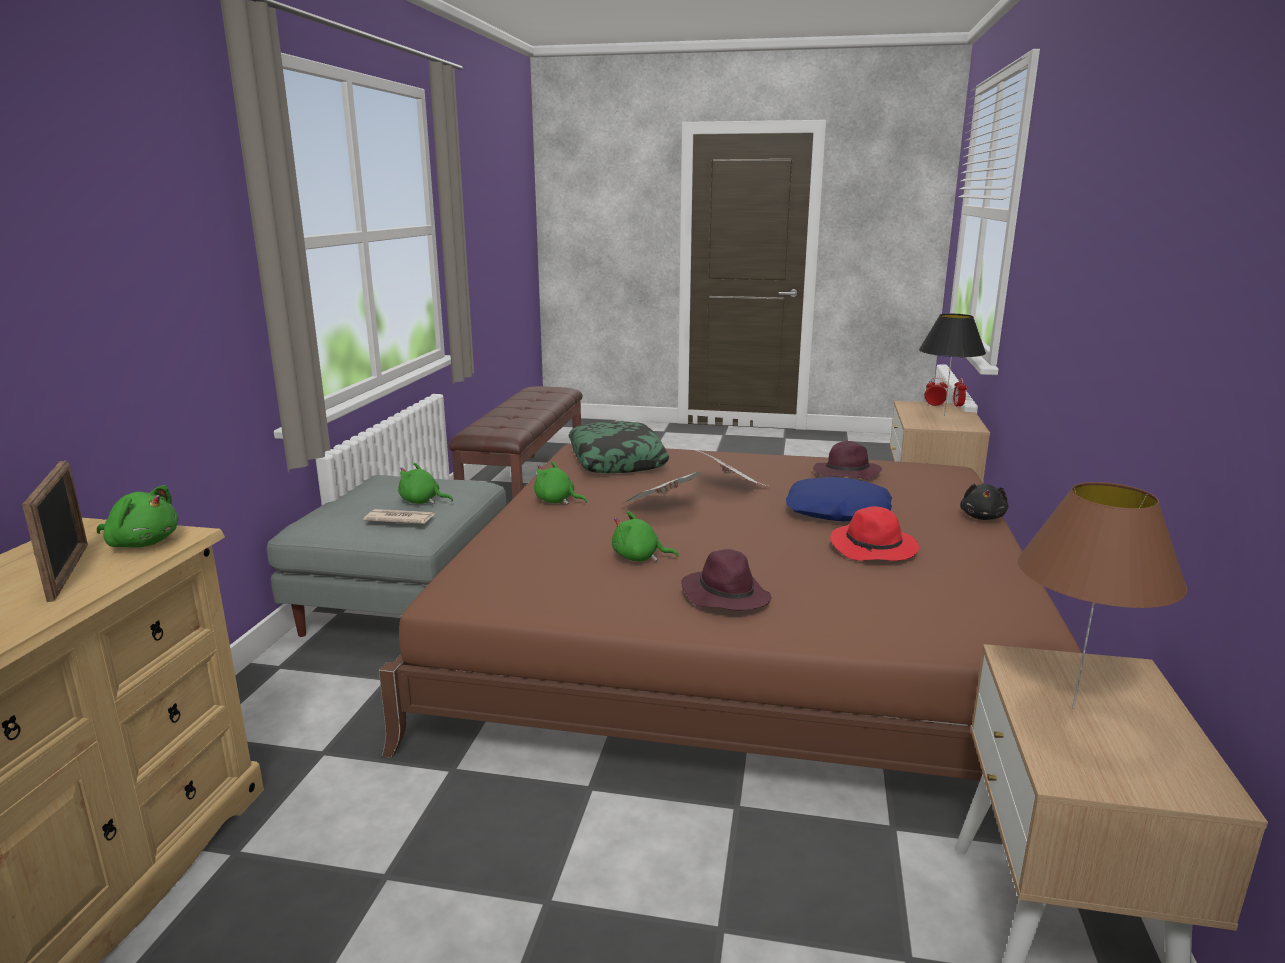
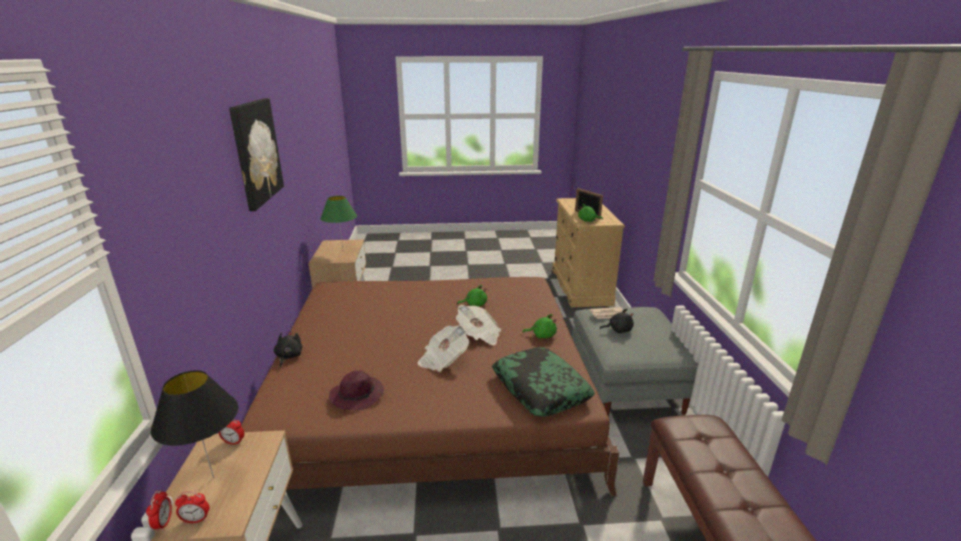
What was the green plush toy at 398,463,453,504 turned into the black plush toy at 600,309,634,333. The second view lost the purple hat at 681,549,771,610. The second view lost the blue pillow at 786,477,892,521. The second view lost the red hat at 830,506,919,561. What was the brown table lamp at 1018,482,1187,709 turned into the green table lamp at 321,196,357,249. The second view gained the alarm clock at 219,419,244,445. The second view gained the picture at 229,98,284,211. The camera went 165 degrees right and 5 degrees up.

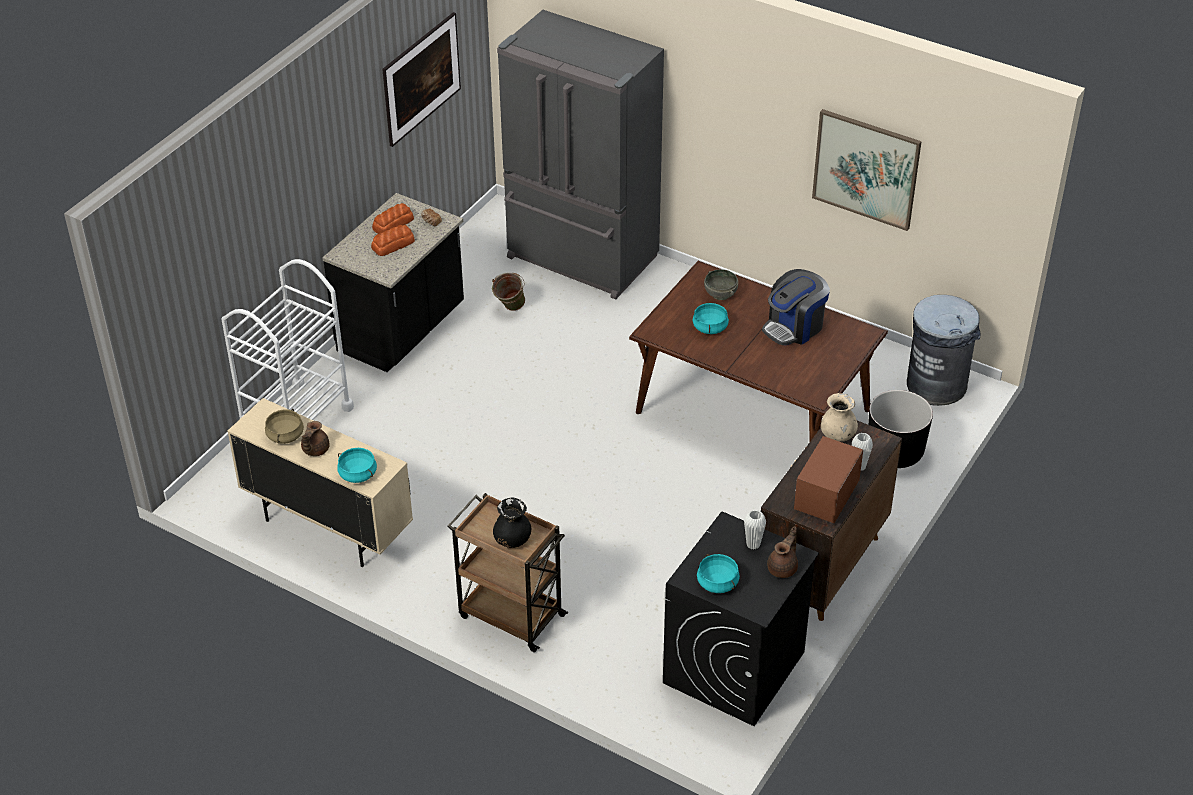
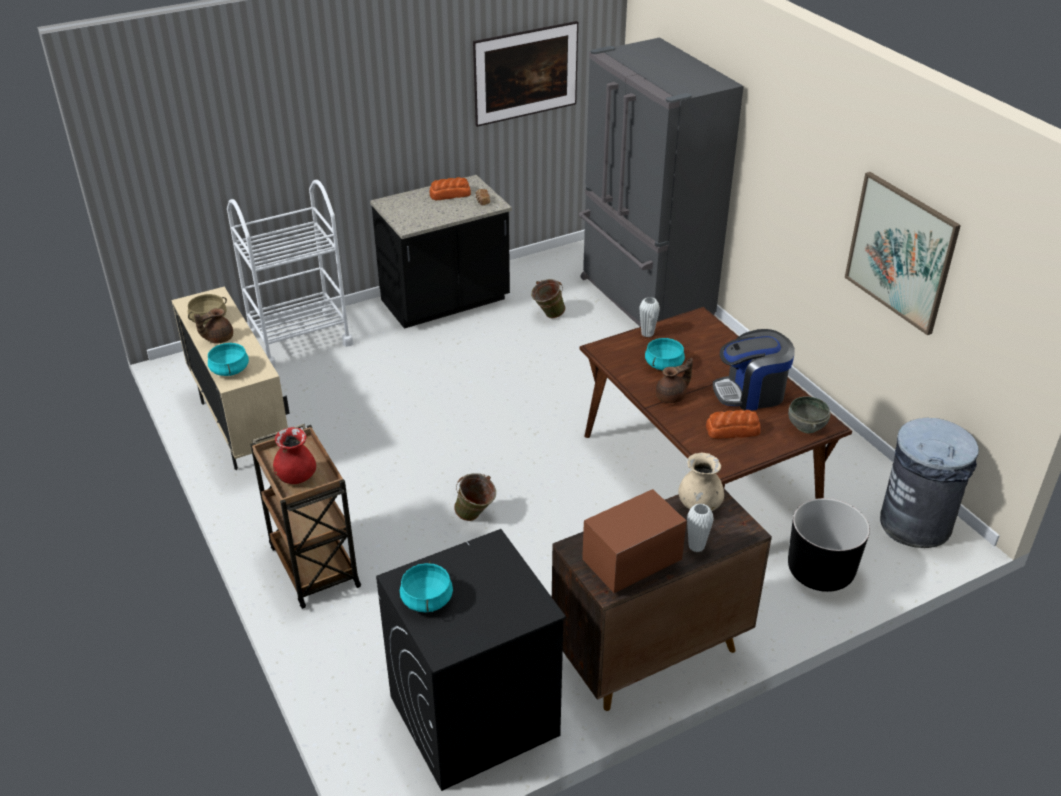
The bread ended up elsewhere, having gone from 371,225,415,256 to 706,410,761,439. What was the black vase at 493,497,531,548 turned into the red vase at 273,427,316,484. The grey bowl ended up elsewhere, having gone from 704,269,738,300 to 788,396,831,433. The white vase ended up elsewhere, having gone from 744,510,766,550 to 640,297,660,337. The brown teapot ended up elsewhere, having gone from 767,526,798,578 to 656,358,693,403. The second view gained the green bucket at 454,473,496,521. The camera went 30 degrees right and 5 degrees down.

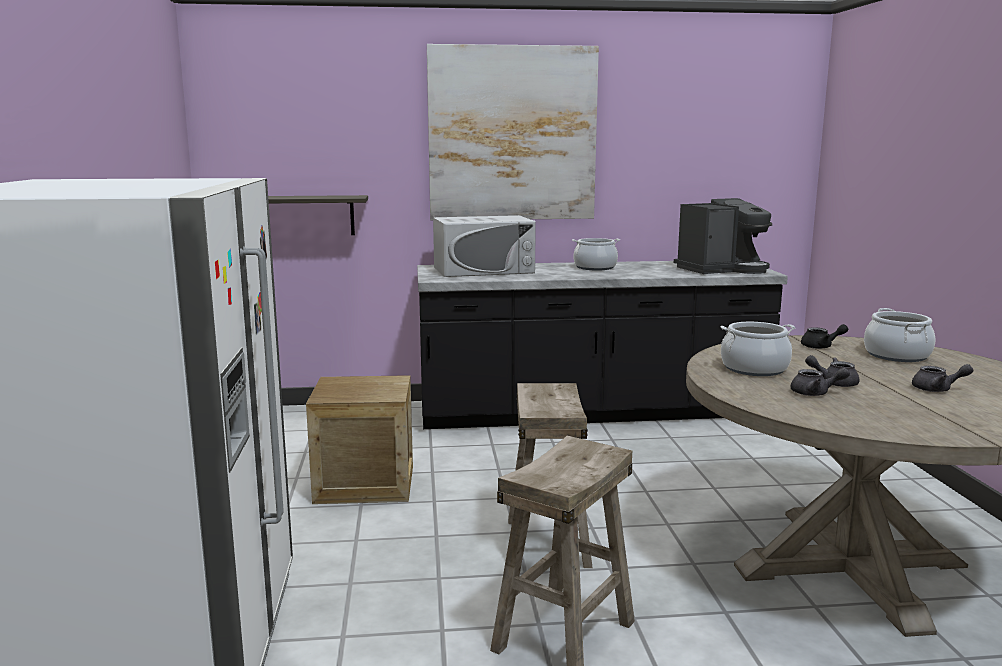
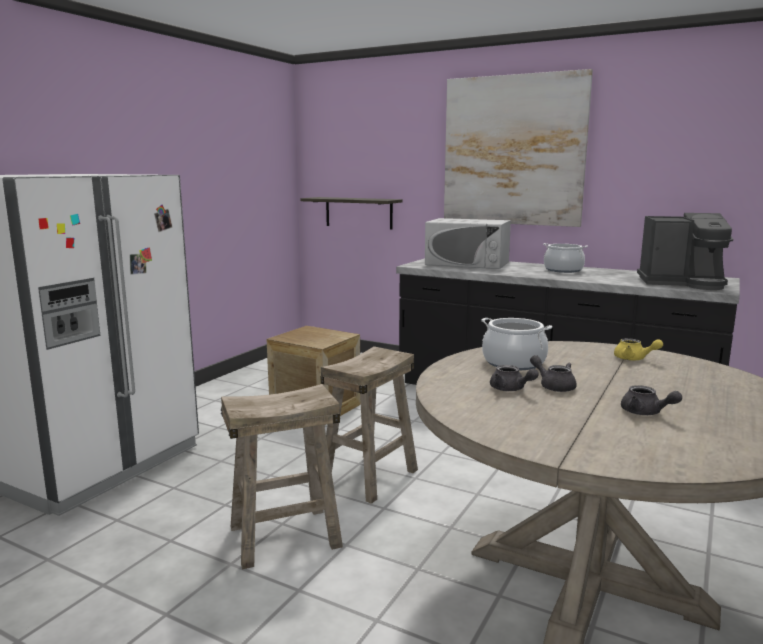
What was the black teapot at 801,324,848,349 turned into the yellow teapot at 614,338,663,361. The second view lost the cooking pot at 864,308,935,362. The camera went 35 degrees right and 0 degrees up.

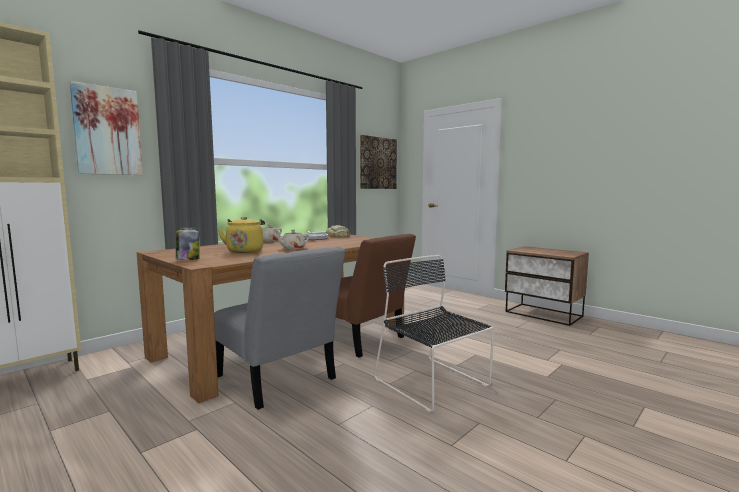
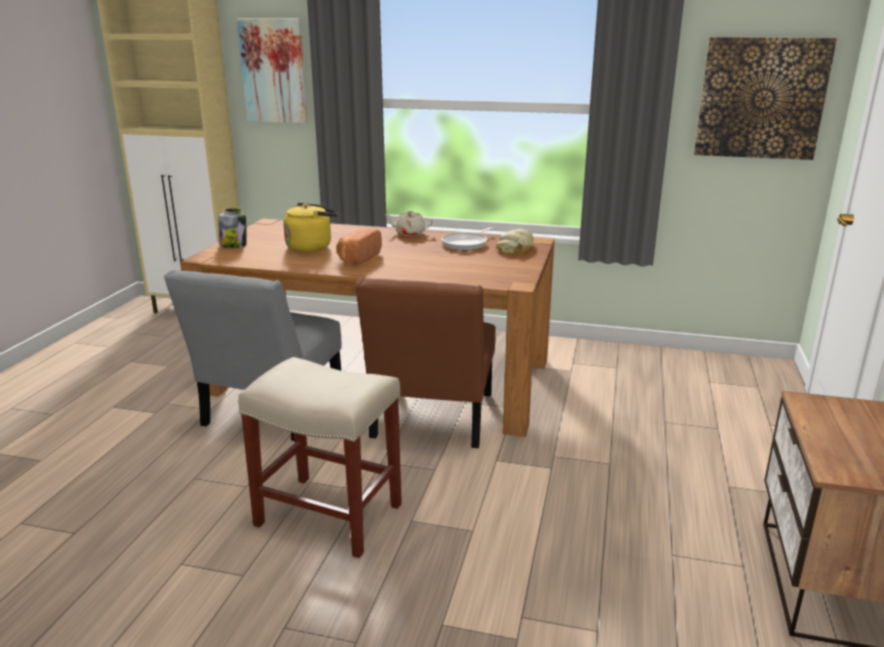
Where the beige teapot stood at 275,230,309,249, the bread came to stand at 336,228,382,265. Where the black chair stood at 374,255,494,412, the beige stool came to stand at 238,357,402,558. The camera went 60 degrees right and 15 degrees up.

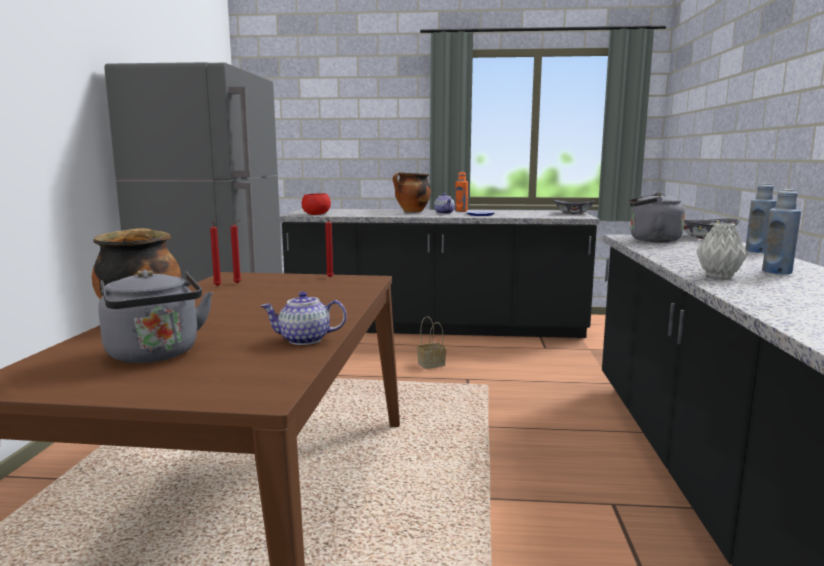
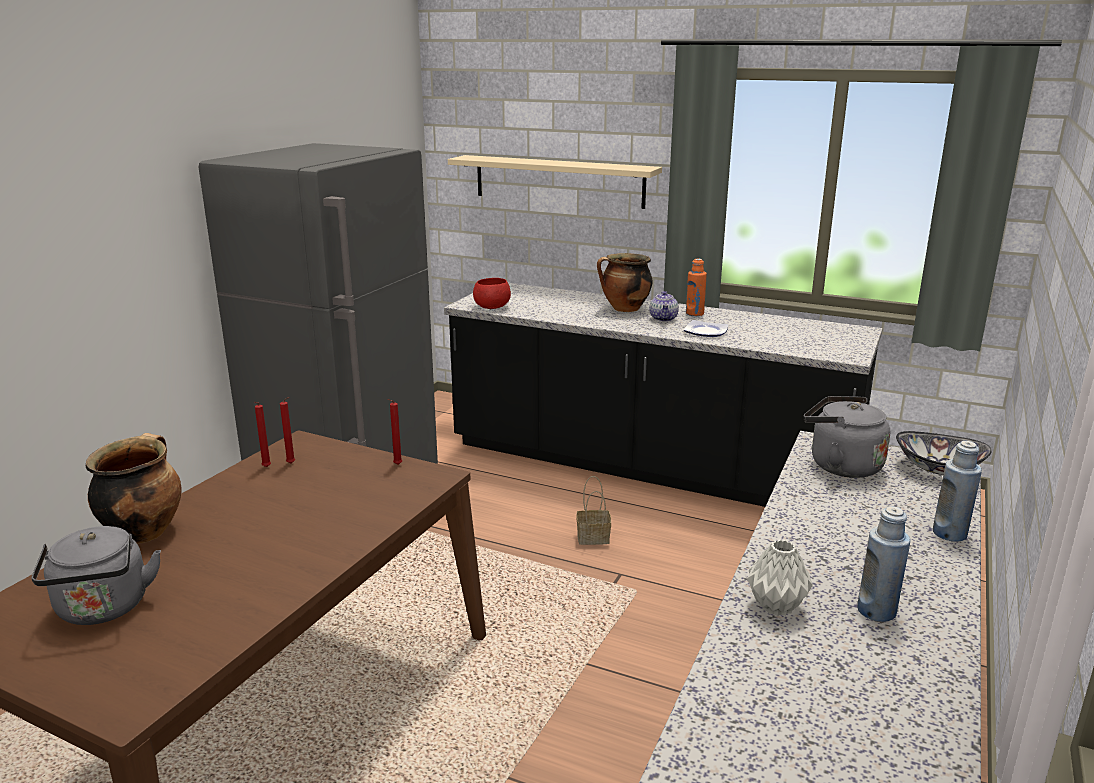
The second view lost the teapot at 261,291,347,345. The second view lost the bowl at 553,200,595,214. The second view gained the beige shelf at 448,155,662,209. The camera went 20 degrees right and 10 degrees up.

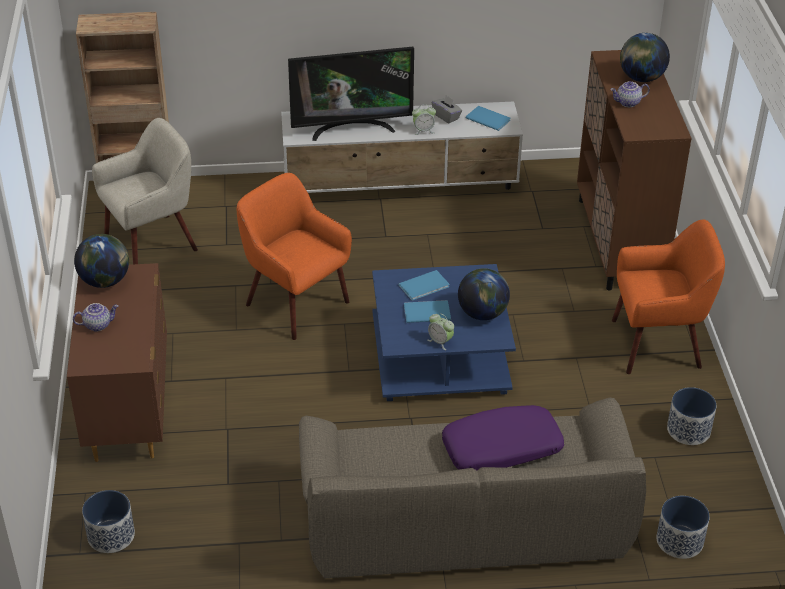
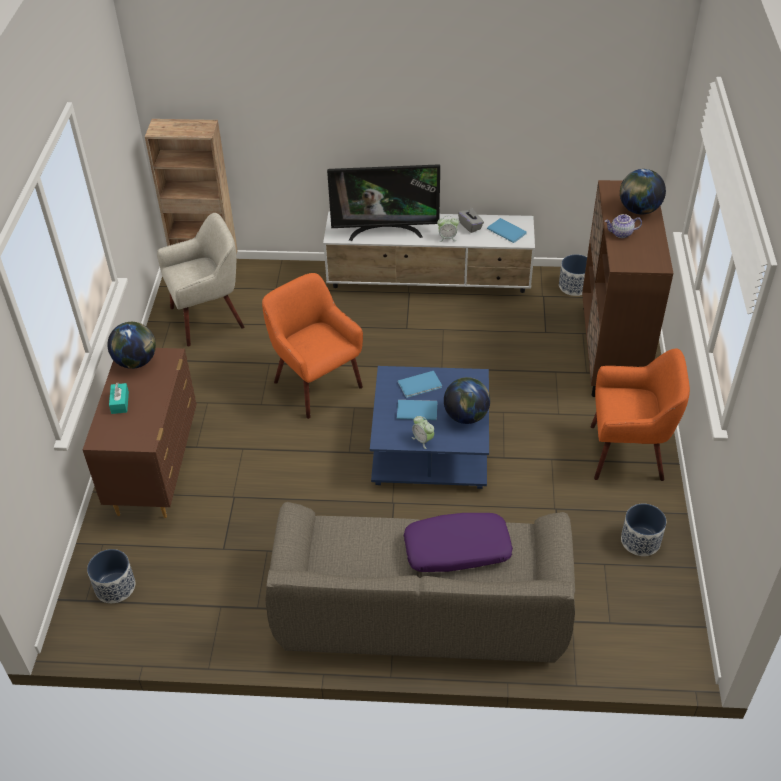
Where the teapot stood at 73,303,119,332, the turquoise tissue box came to stand at 109,382,129,414. The planter ended up elsewhere, having gone from 656,496,710,559 to 559,254,587,296. The camera went 10 degrees right and 5 degrees up.

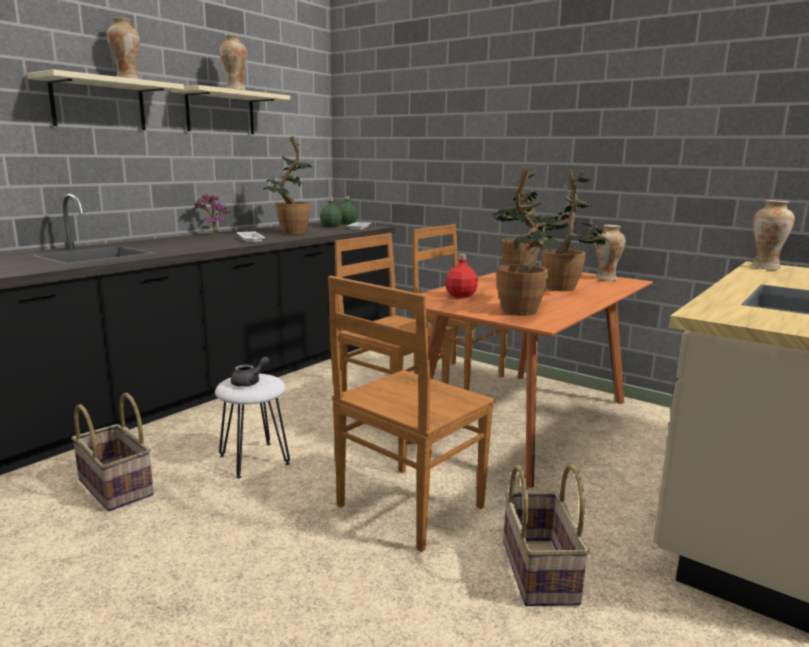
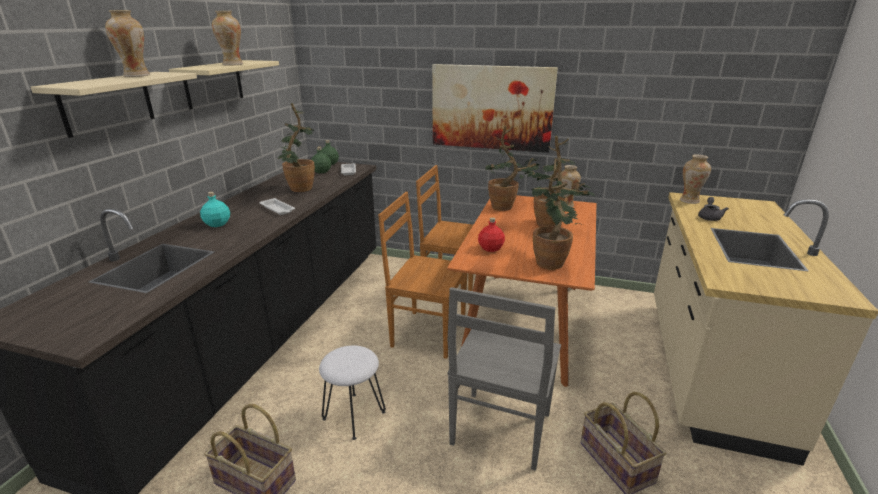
The second view lost the potted plant at 194,194,230,235. The grey teapot ended up elsewhere, having gone from 231,357,270,387 to 698,197,729,221. What was the brown chair at 328,276,495,552 turned into the grey chair at 447,287,561,471. The second view gained the turquoise bottle at 200,192,230,227. The second view gained the picture at 432,64,558,153. The camera went 20 degrees left and 10 degrees up.

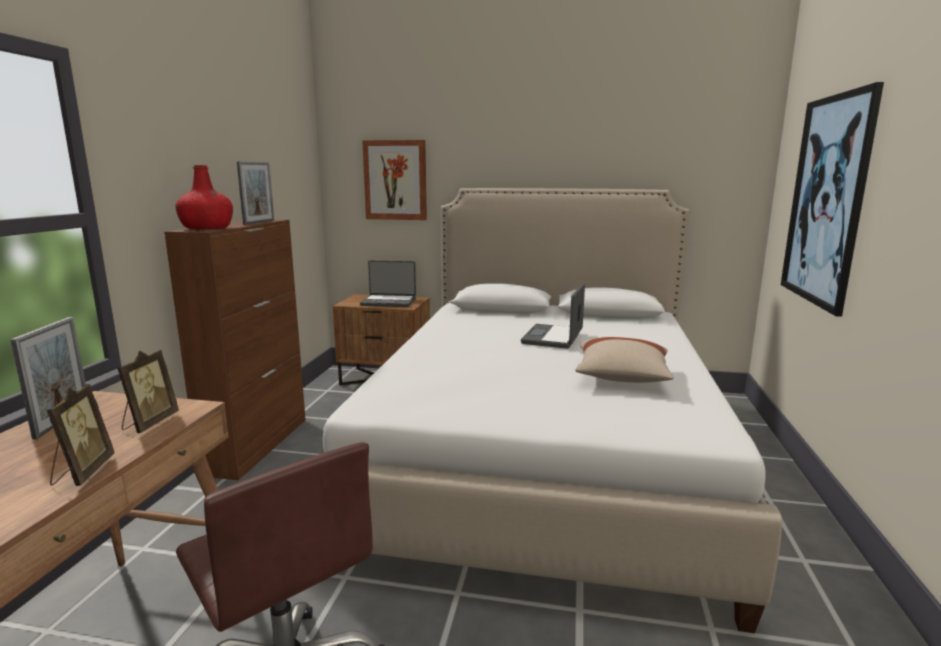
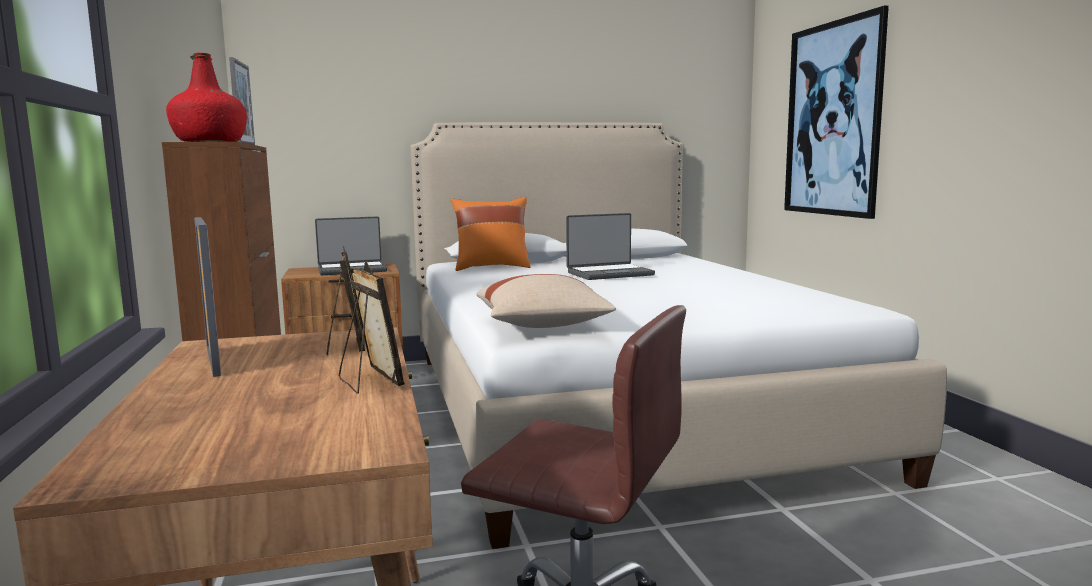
The second view lost the picture at 362,140,427,220. The laptop at 521,283,585,349 ended up facing another way, 105 degrees counterclockwise from before. The beige pillow ended up elsewhere, having gone from 575,337,674,383 to 476,274,616,328. The second view gained the orange pillow at 450,197,531,271. The camera went 25 degrees left and 5 degrees down.

